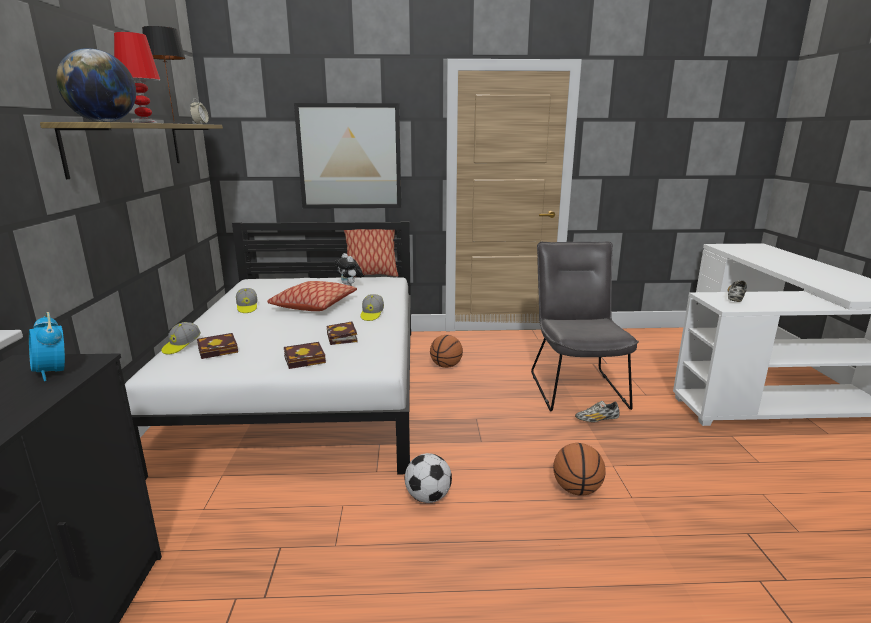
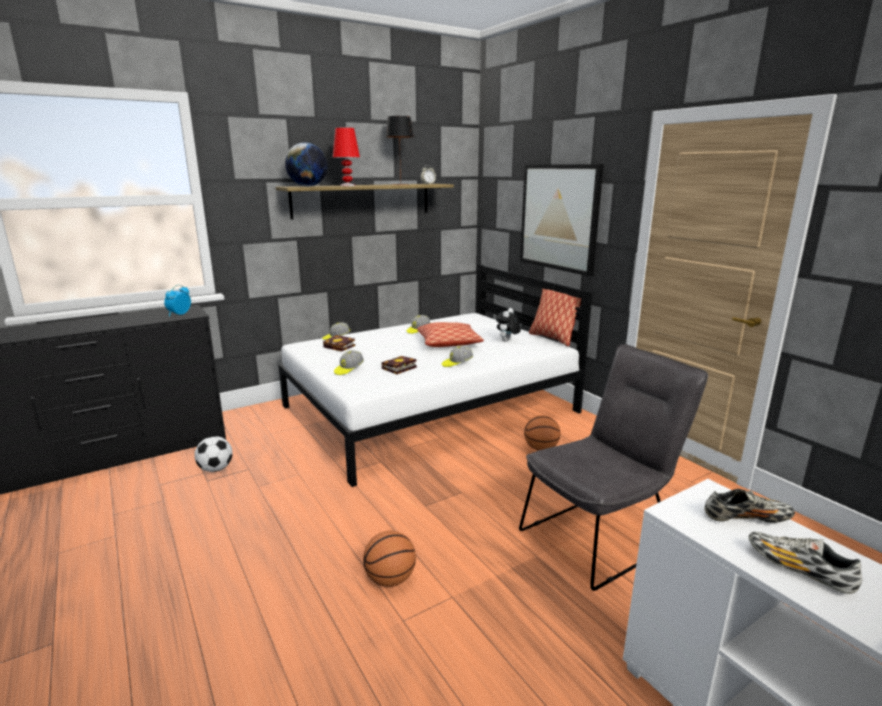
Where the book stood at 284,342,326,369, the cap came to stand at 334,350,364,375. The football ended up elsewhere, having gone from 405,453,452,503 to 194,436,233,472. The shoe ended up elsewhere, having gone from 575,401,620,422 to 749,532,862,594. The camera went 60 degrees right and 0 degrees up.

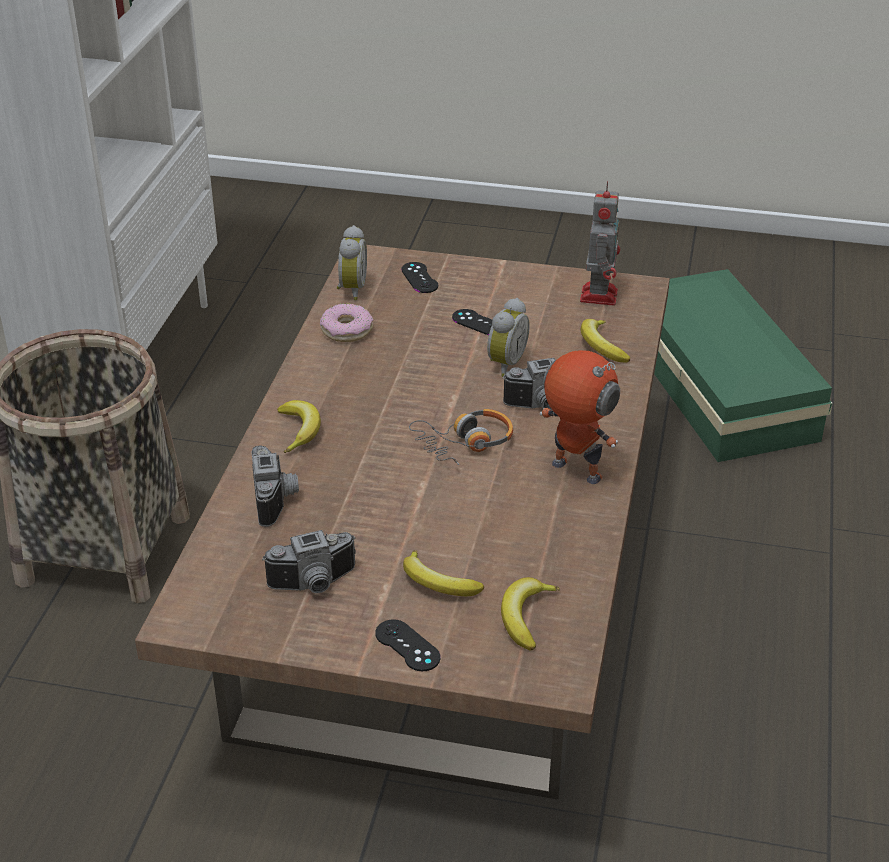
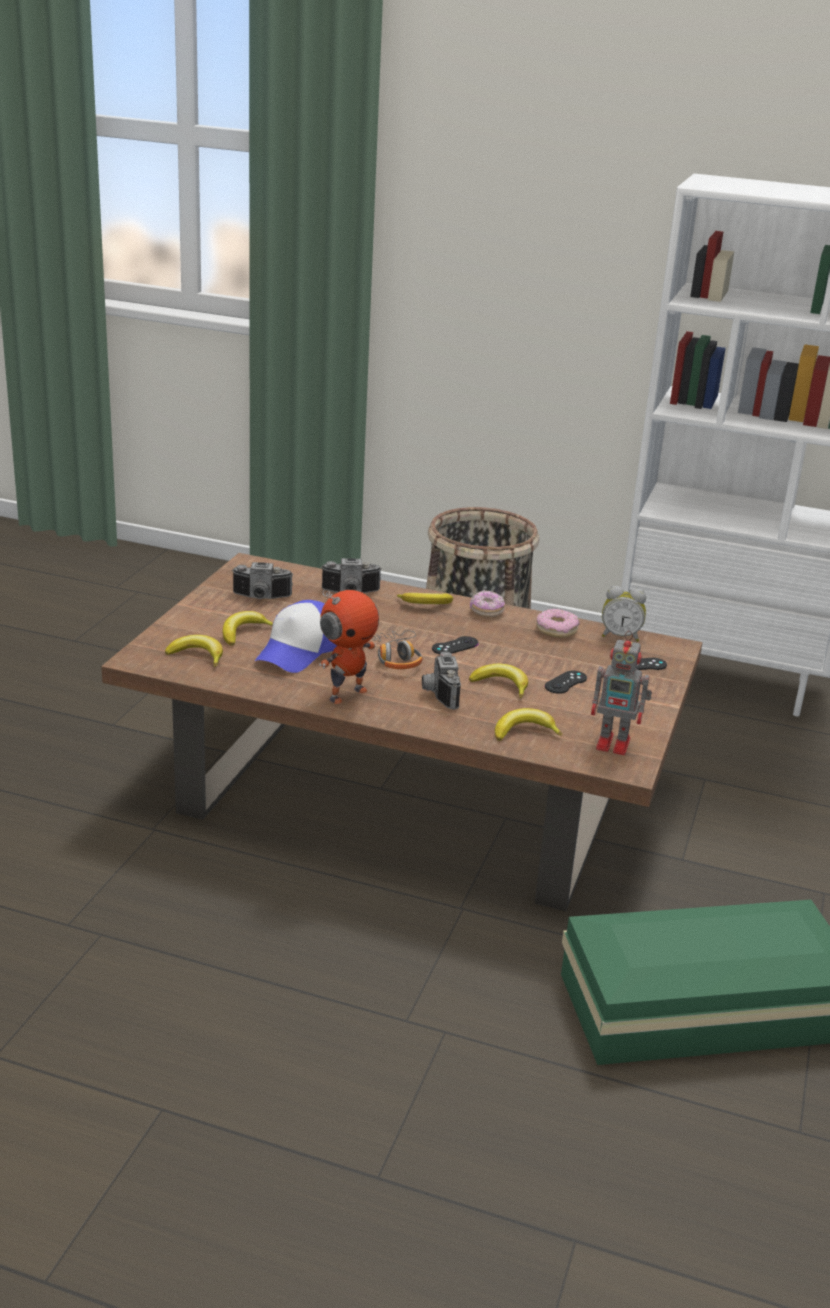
The photo camera at 262,530,356,593 ended up facing another way, 75 degrees counterclockwise from before. The black game controller ended up elsewhere, having gone from 375,619,441,671 to 432,636,479,654. Where the alarm clock stood at 487,298,530,377, the banana came to stand at 469,664,528,698. The second view gained the cap at 255,600,337,673. The second view gained the donut at 470,590,505,617. The camera went 95 degrees right and 10 degrees down.

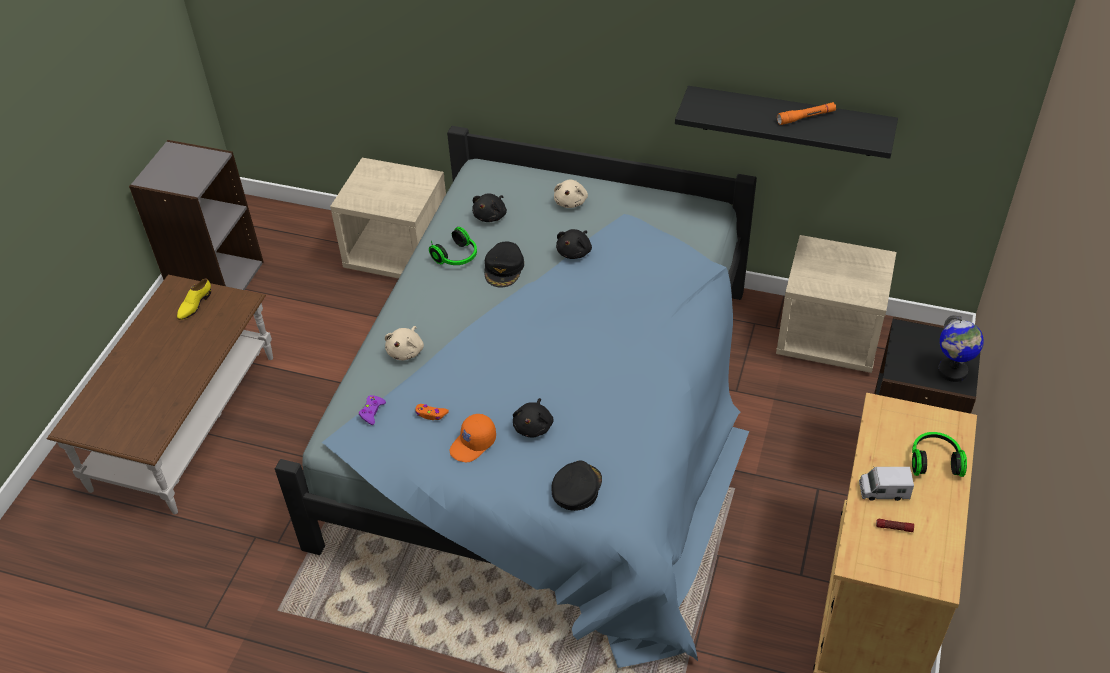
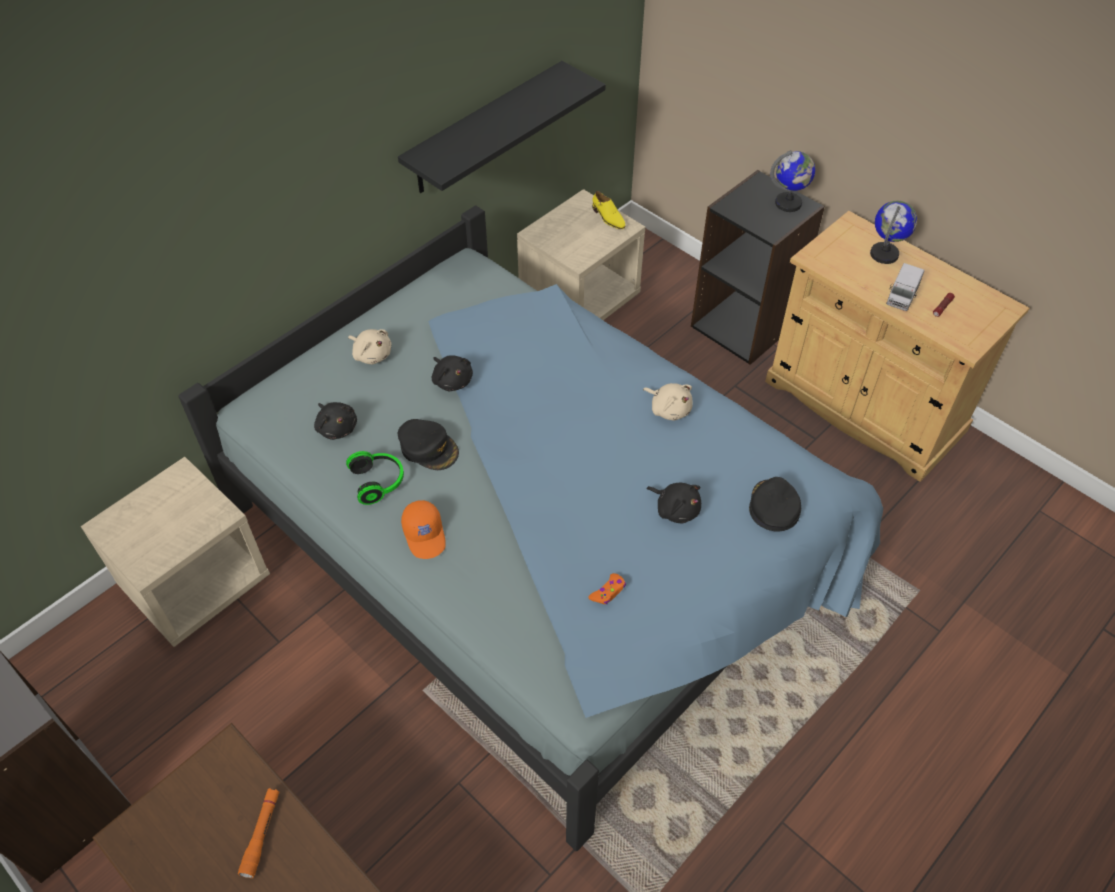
The yellow shoe ended up elsewhere, having gone from 177,278,211,320 to 592,191,625,229. The second view lost the purple game controller at 359,395,386,425. The beige plush toy ended up elsewhere, having gone from 385,326,424,360 to 643,383,693,421. The orange cap ended up elsewhere, having gone from 450,414,496,462 to 401,500,446,559. The black cap at 551,461,602,511 ended up facing another way, 45 degrees clockwise from before. The orange flashlight ended up elsewhere, having gone from 777,102,836,125 to 238,788,279,878. Where the headphones stood at 912,432,967,477, the globe came to stand at 870,201,917,264. The camera went 65 degrees left and 5 degrees up.

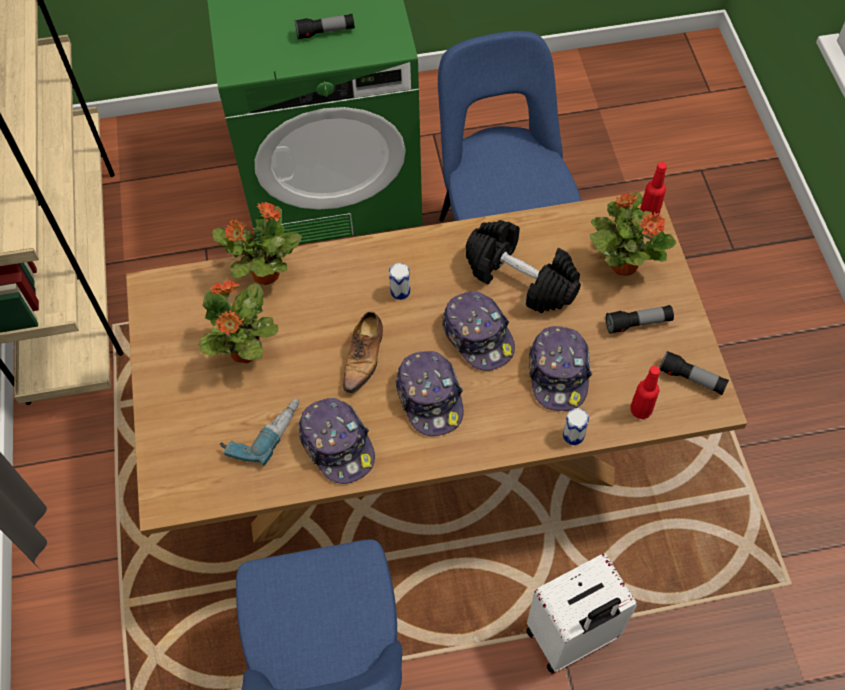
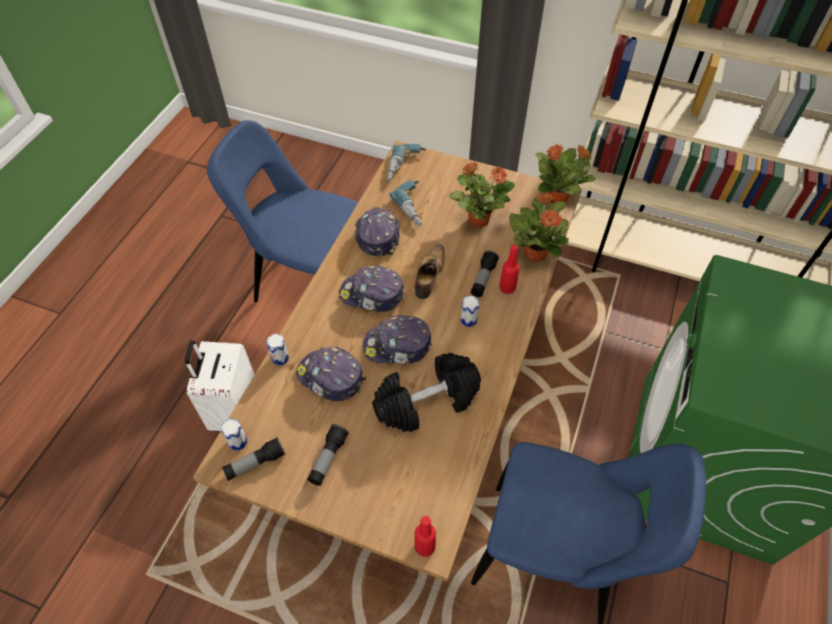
The flashlight ended up elsewhere, having gone from 295,14,355,40 to 471,250,499,297. The cap at 299,398,375,484 ended up facing another way, 90 degrees clockwise from before. The shoe at 343,312,383,393 ended up facing another way, 60 degrees clockwise from before. The potted plant ended up elsewhere, having gone from 590,192,676,276 to 535,144,596,204. The red bottle ended up elsewhere, having gone from 631,366,660,419 to 499,245,519,294. The second view gained the can at 221,418,247,451. The second view gained the power drill at 387,144,426,181. The camera went 120 degrees right and 5 degrees down.

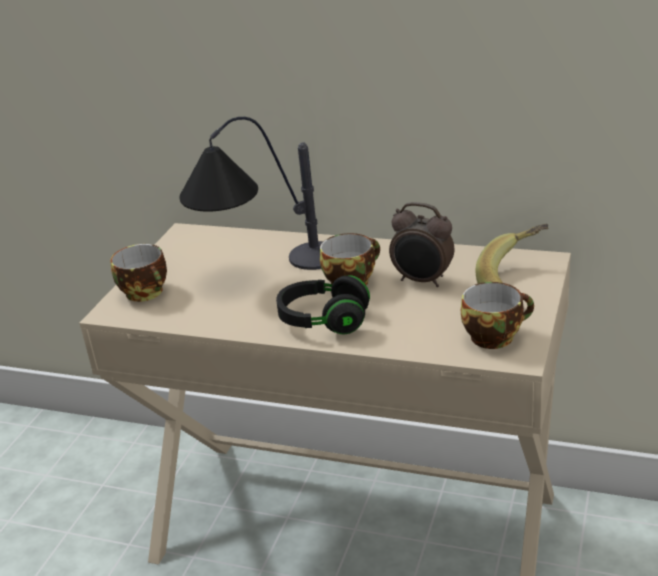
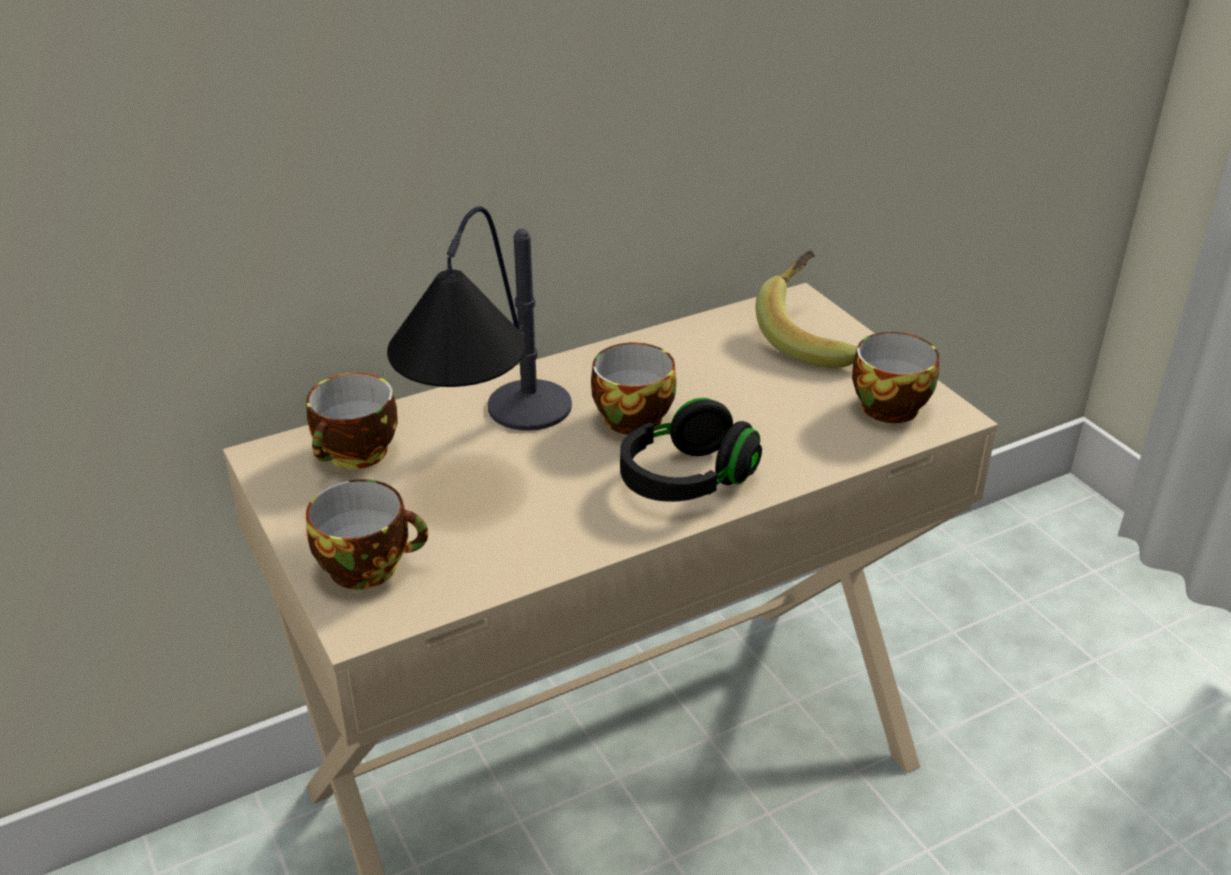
The second view lost the alarm clock at 389,202,454,287. The second view gained the cup at 306,373,398,469. The camera went 50 degrees left and 5 degrees up.

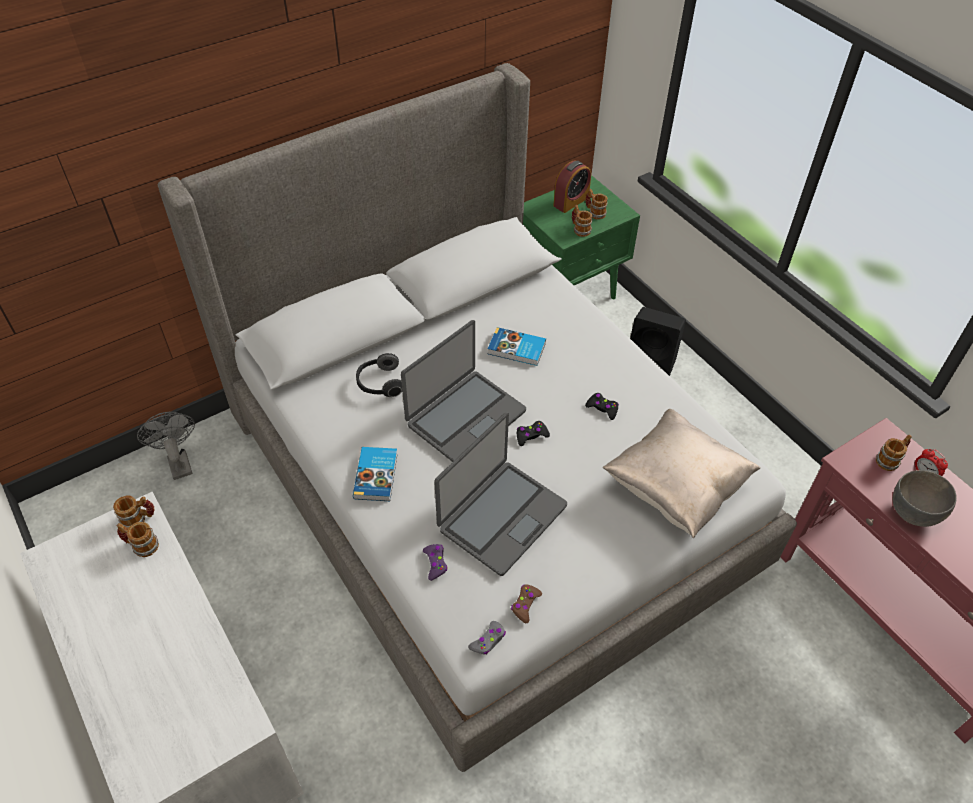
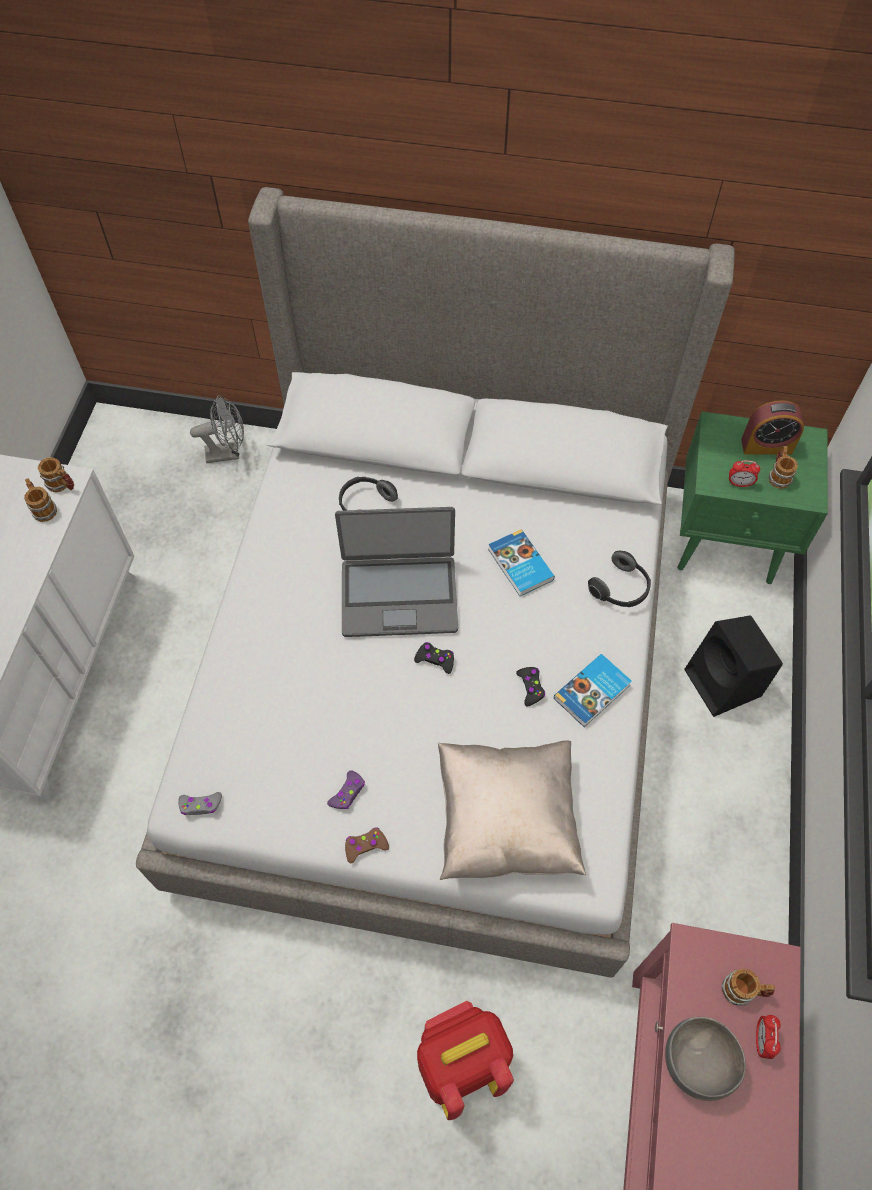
The grey fan at 137,412,195,480 ended up facing another way, 60 degrees clockwise from before. The book ended up elsewhere, having gone from 353,447,398,501 to 554,654,632,727. The purple game controller ended up elsewhere, having gone from 423,544,447,581 to 327,770,365,809. The second view lost the laptop at 434,412,567,576. The brown game controller ended up elsewhere, having gone from 511,584,542,623 to 345,828,389,863. Where the mug stood at 572,205,593,237, the alarm clock came to stand at 729,460,760,487. The second view gained the red backpack at 417,1001,514,1120. The second view gained the headphones at 588,551,651,607. The camera went 45 degrees right and 10 degrees up.

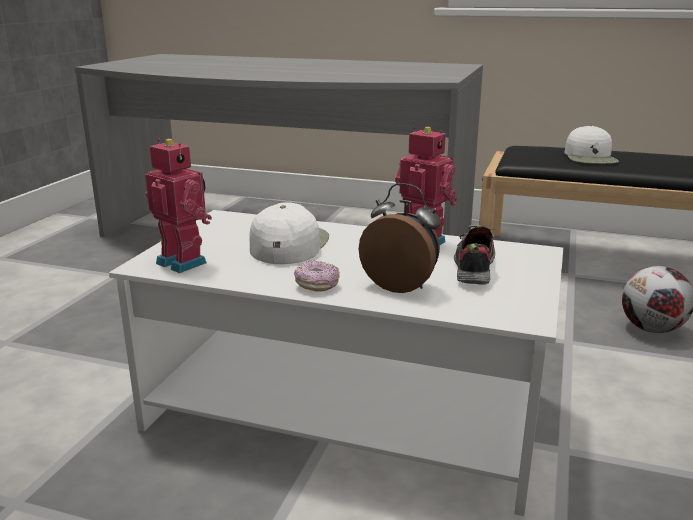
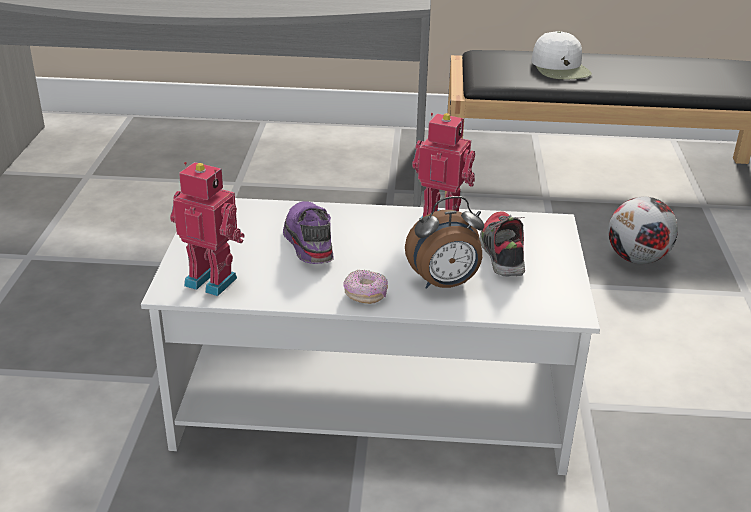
Where the white cap stood at 250,202,329,264, the purple shoe came to stand at 283,201,334,264. The alarm clock at 359,183,441,293 ended up facing another way, 150 degrees clockwise from before. The camera went 15 degrees left and 10 degrees up.

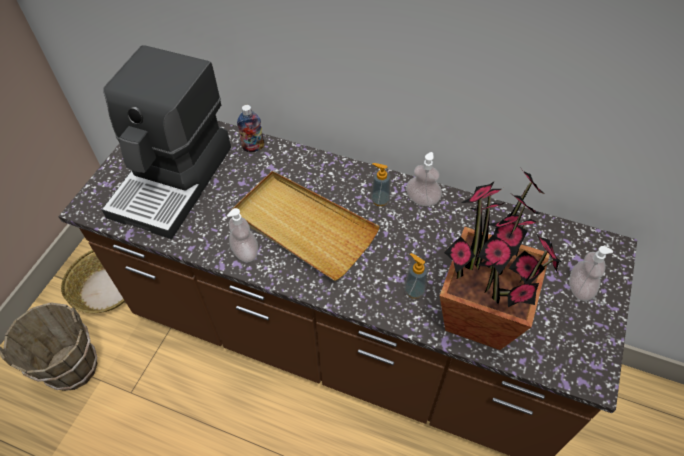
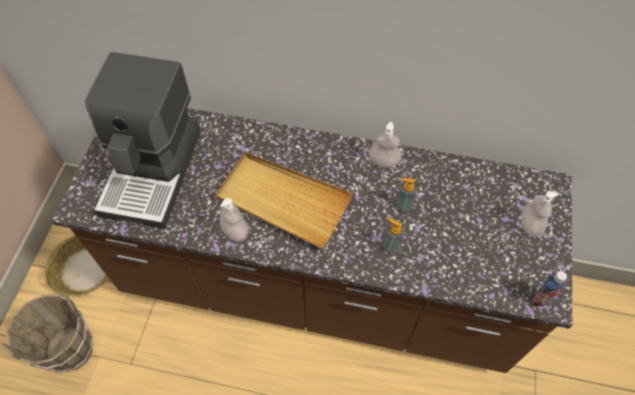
The bottle ended up elsewhere, having gone from 237,105,264,152 to 531,271,567,306. The soap dispenser ended up elsewhere, having gone from 371,163,391,206 to 395,178,417,212. The second view lost the potted plant at 440,167,561,350. The camera went 10 degrees left and 5 degrees up.

